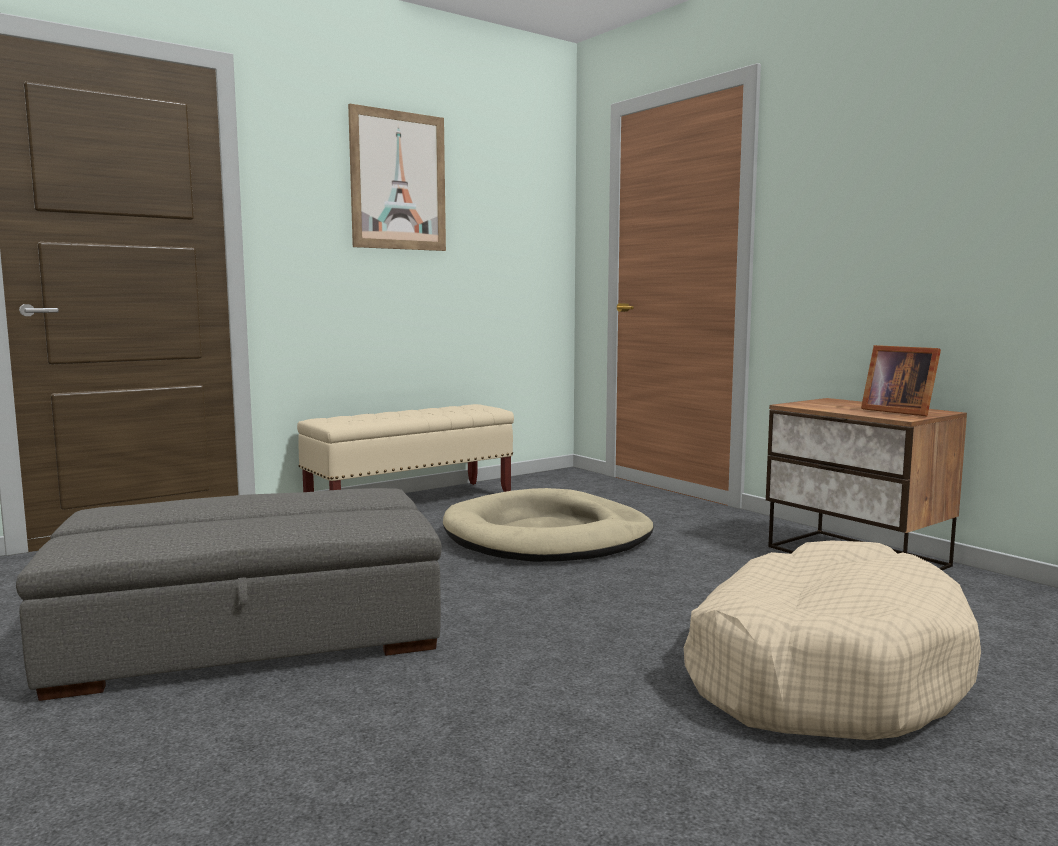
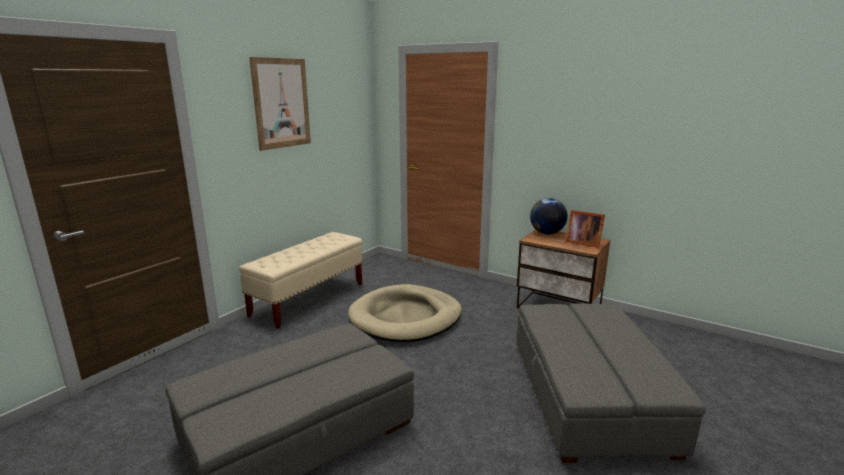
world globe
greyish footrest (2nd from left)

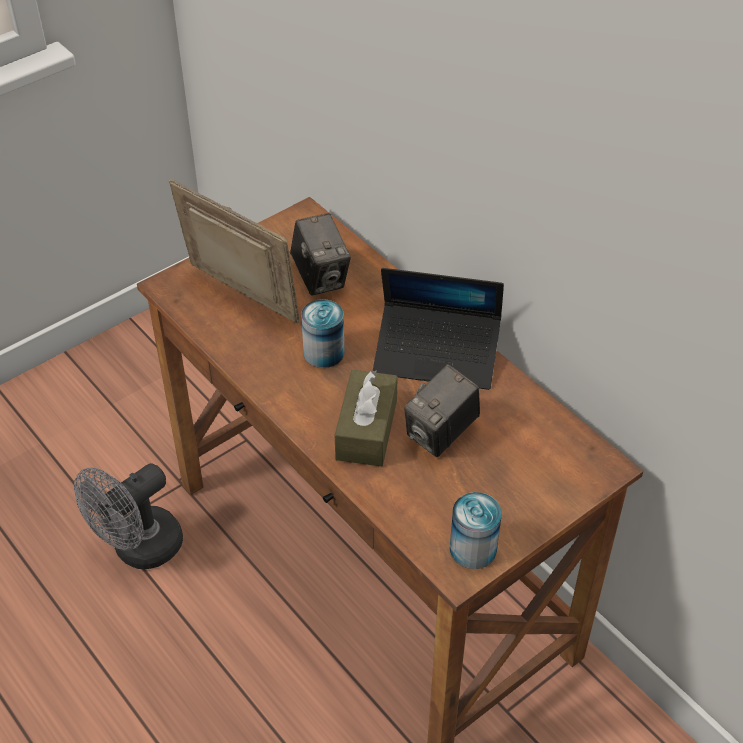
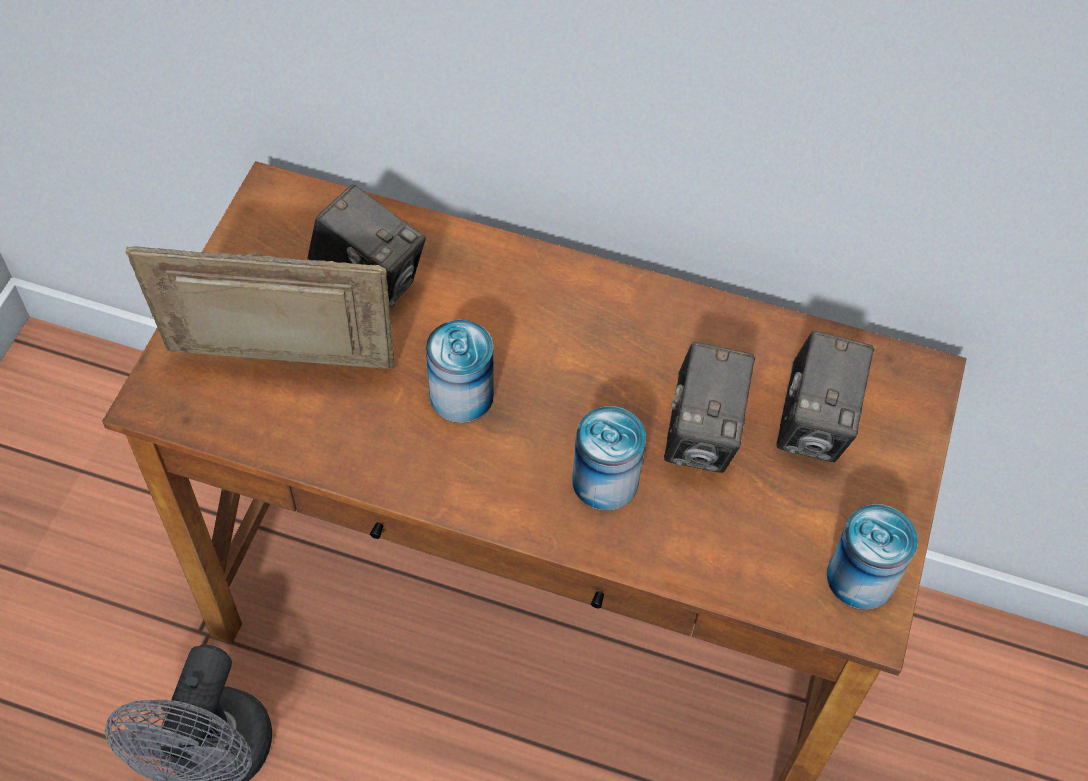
notebook computer
still camera (3rd from left)
can (2nd from left)

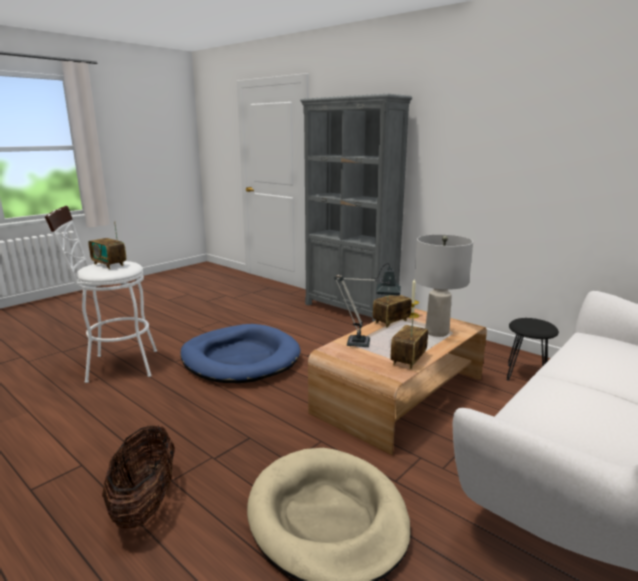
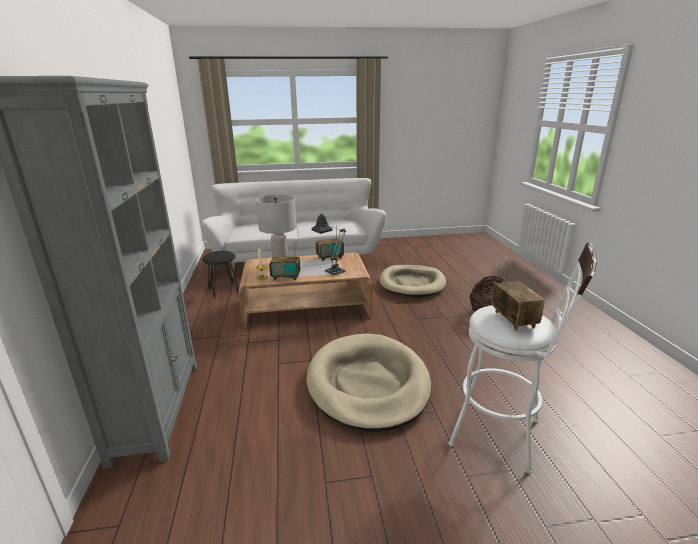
beige pet bed (1st from left)

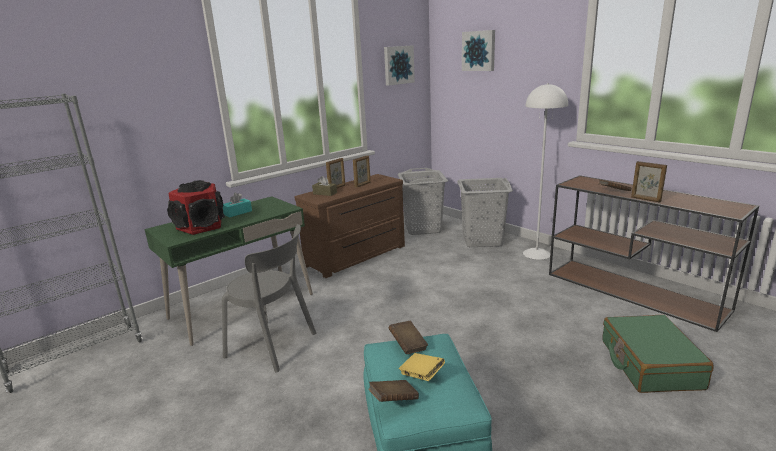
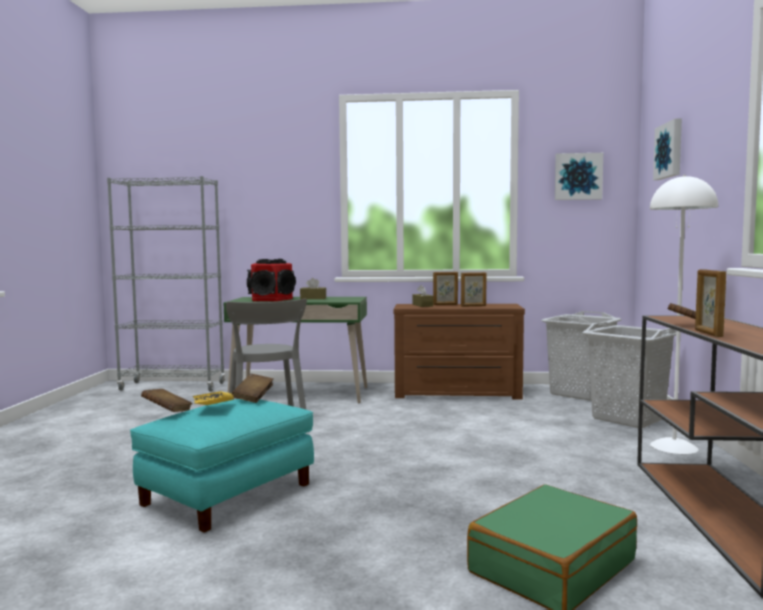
brown tissue box (1st from left)

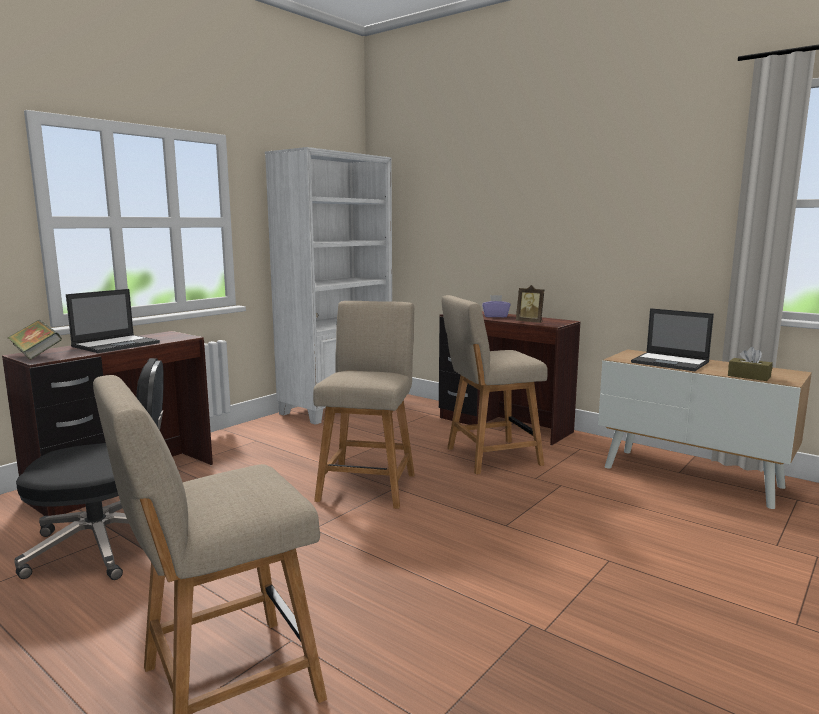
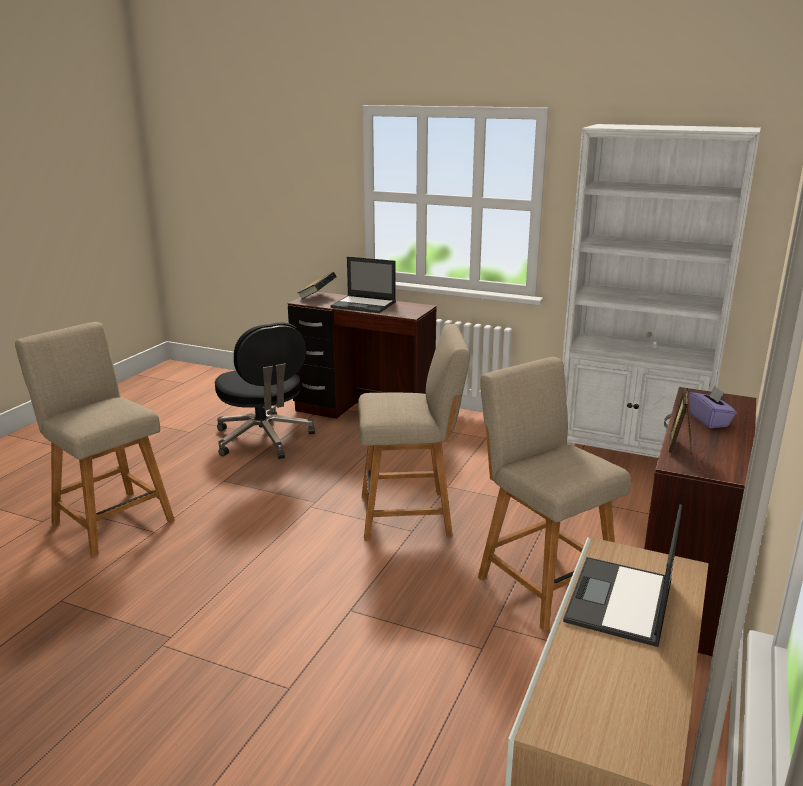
brown tissue box

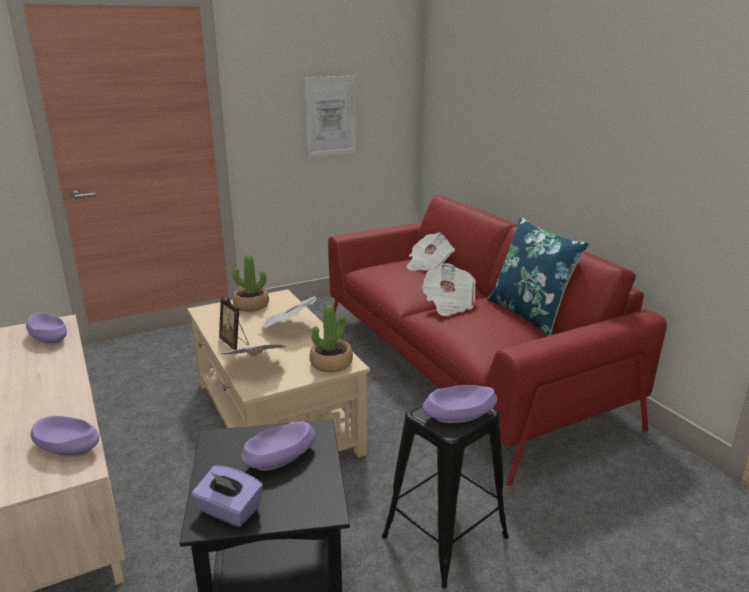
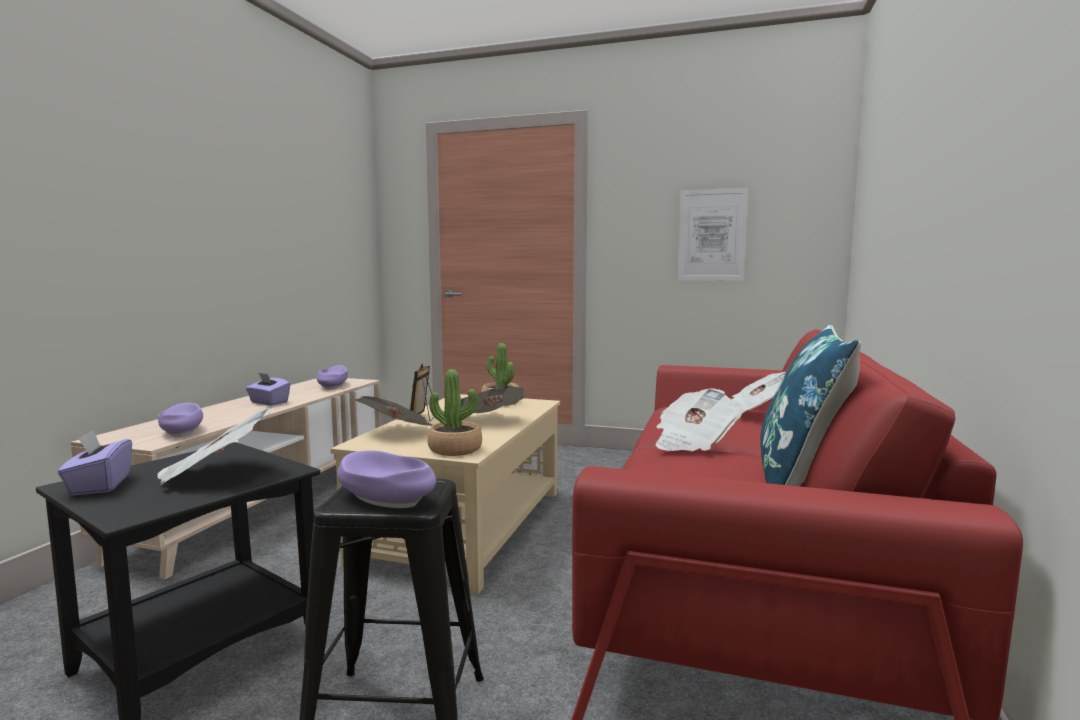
purple tissue box (2nd from left)
daily paper (1st from left)

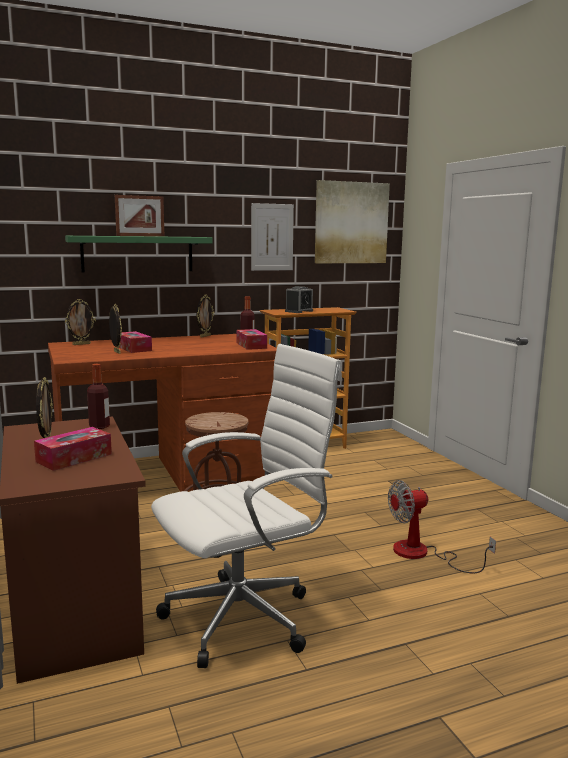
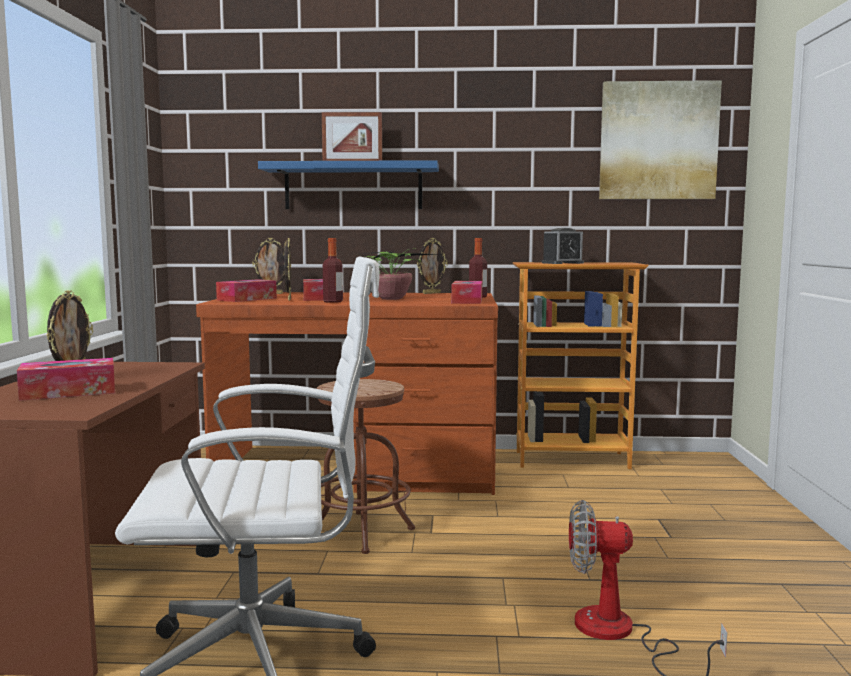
picture (1st from left in the first image)
tissue box (2nd from left)
potted plant
beverage bottle (1st from left)
blue shelf

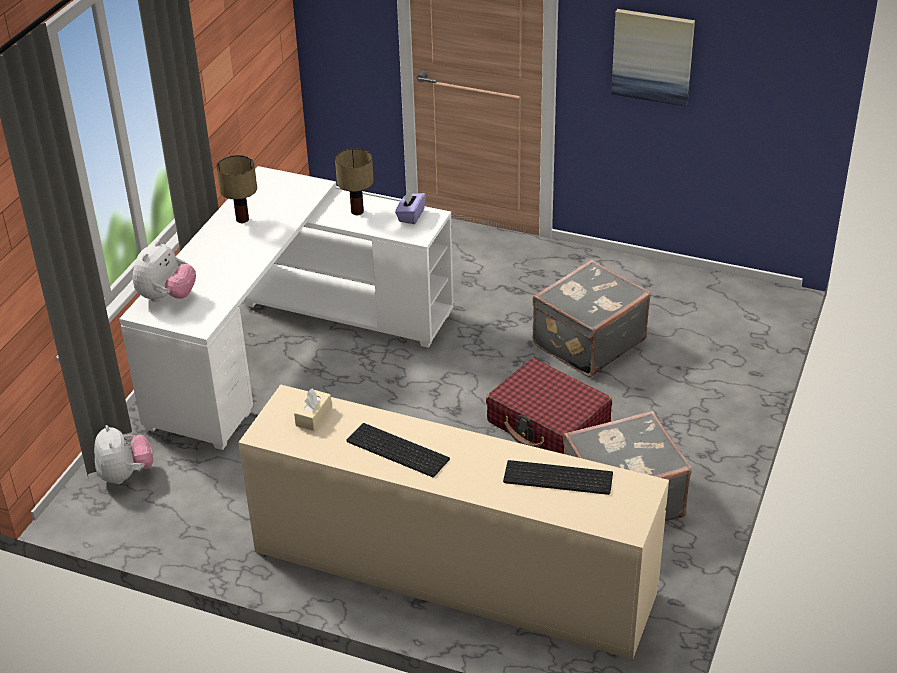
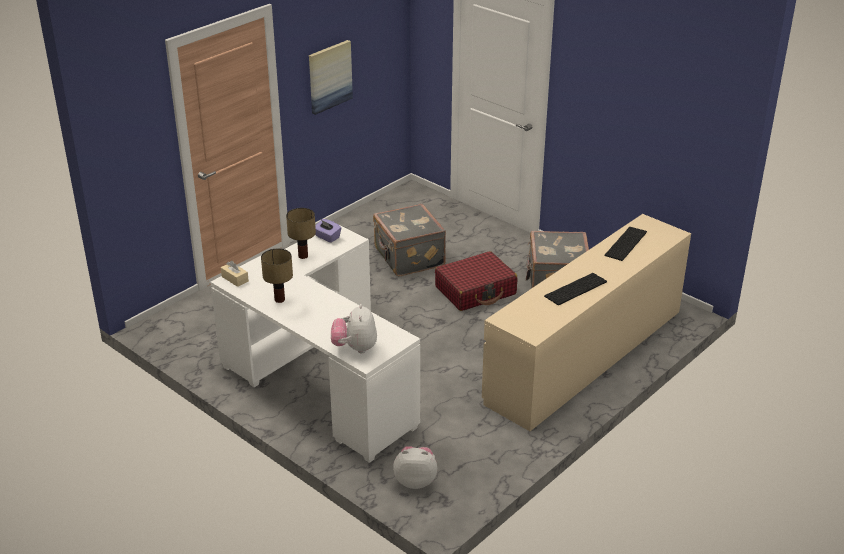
beige tissue box
plush toy (1st from left)

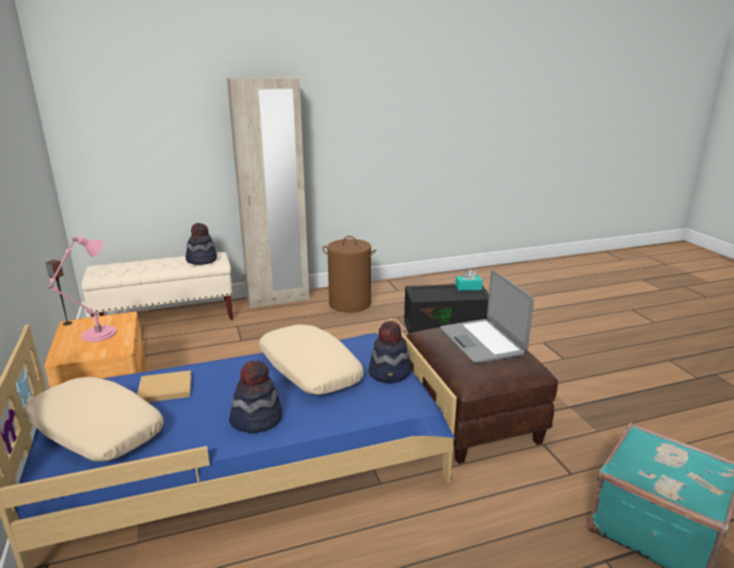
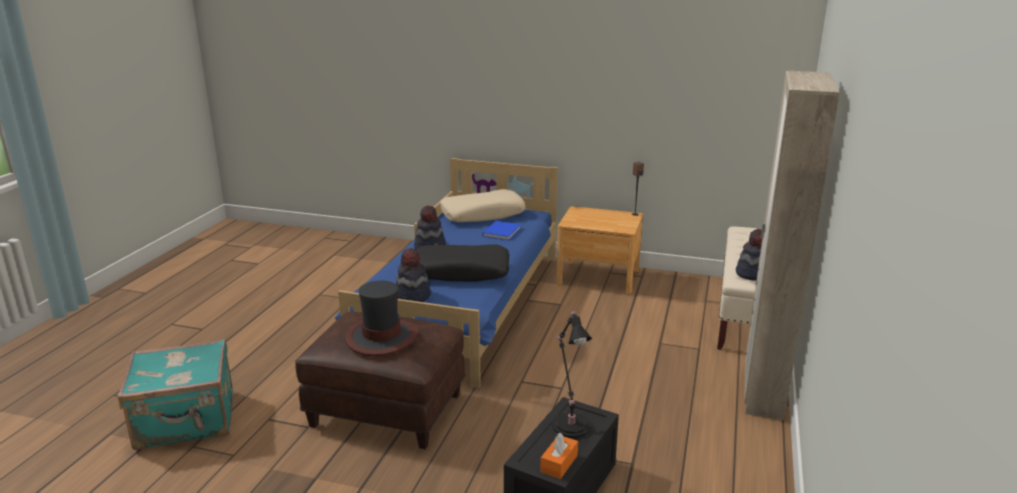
pinkish table lamp
brown washing basket
blackish table lamp
clothing hat (1st from left)
blue volume
blackish throw pillow
orange-coloured tissue box

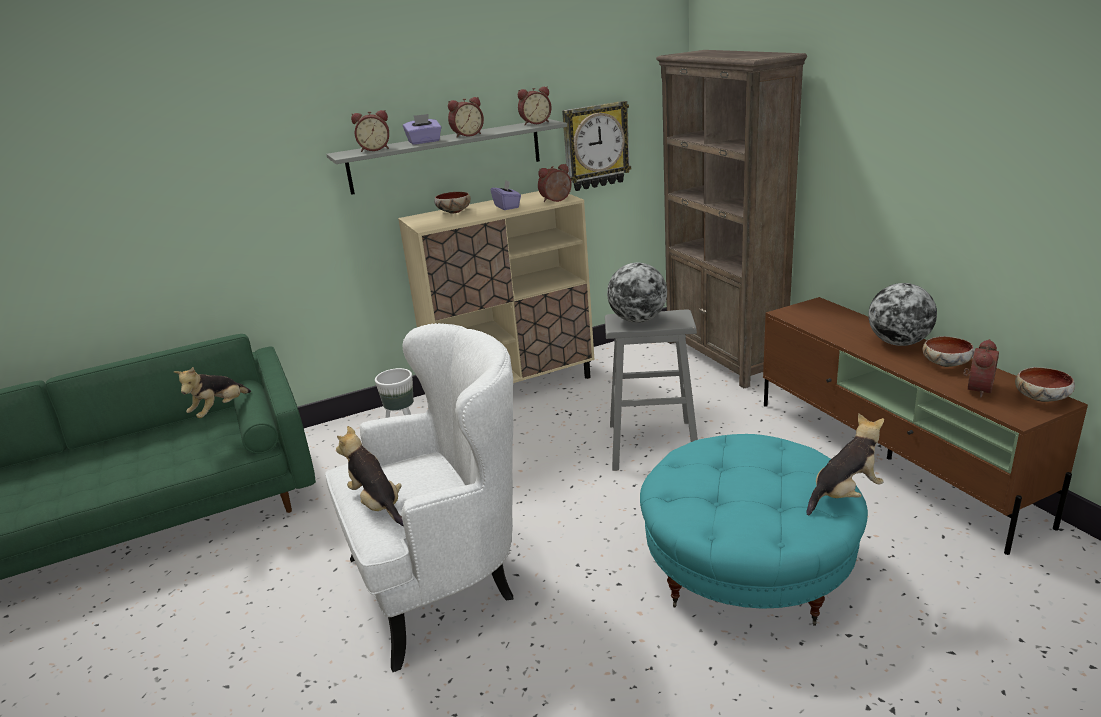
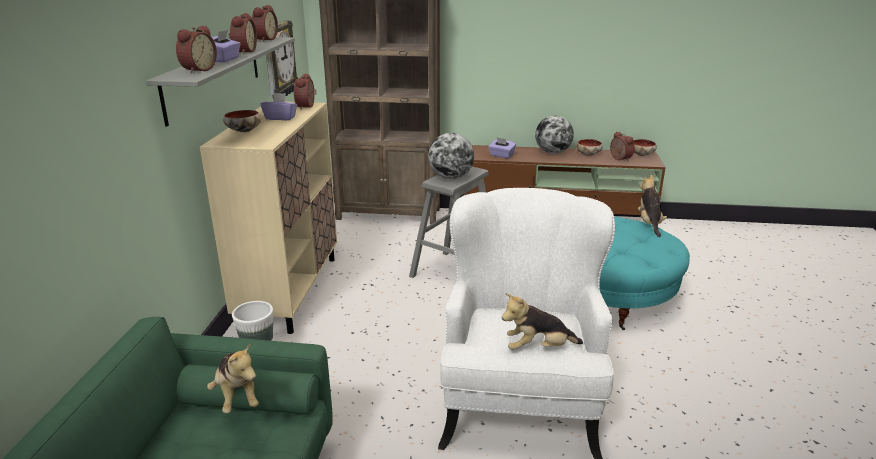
purple tissue box (3rd from left)

